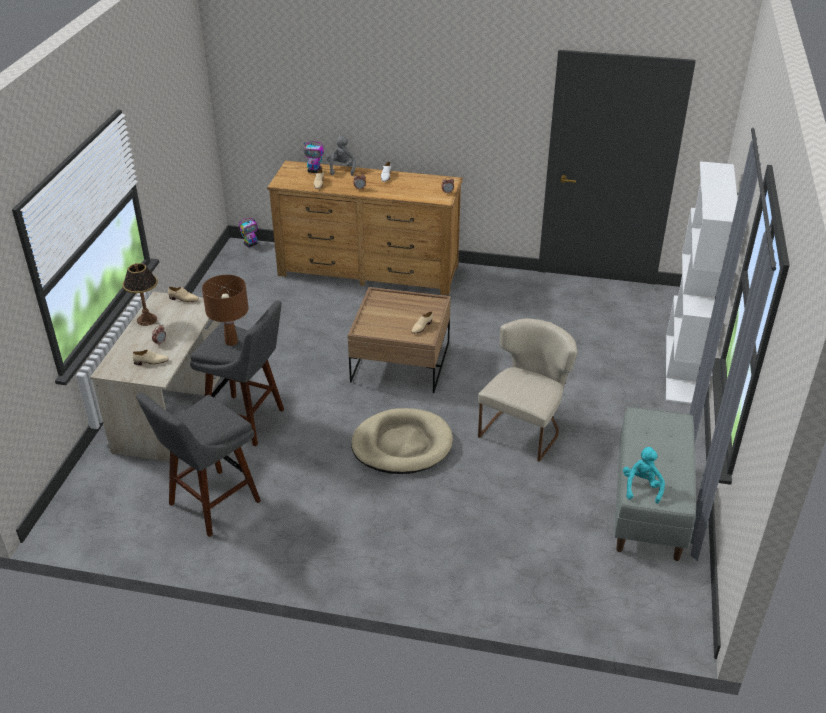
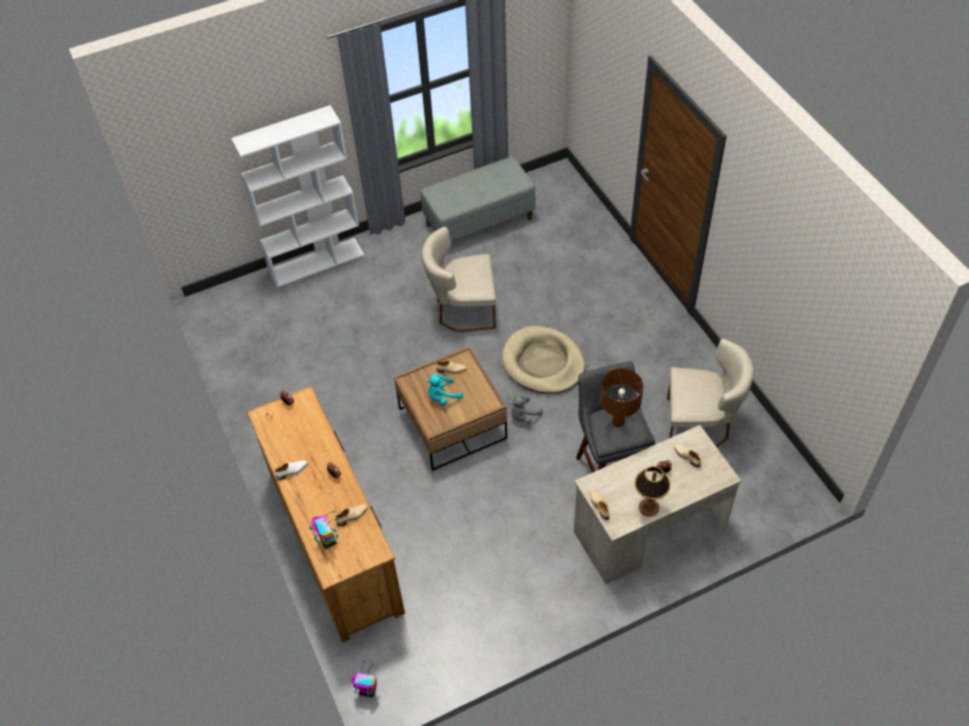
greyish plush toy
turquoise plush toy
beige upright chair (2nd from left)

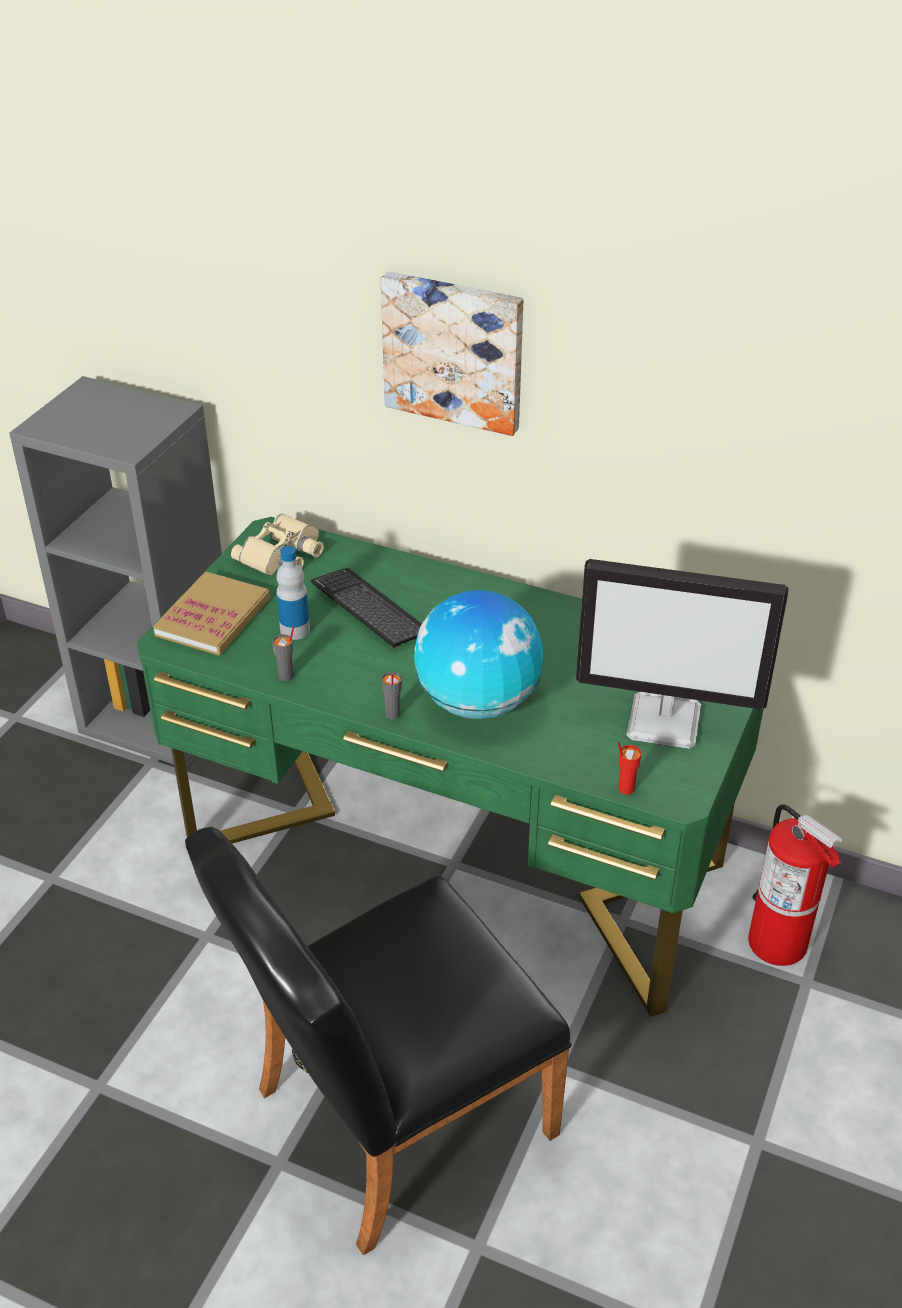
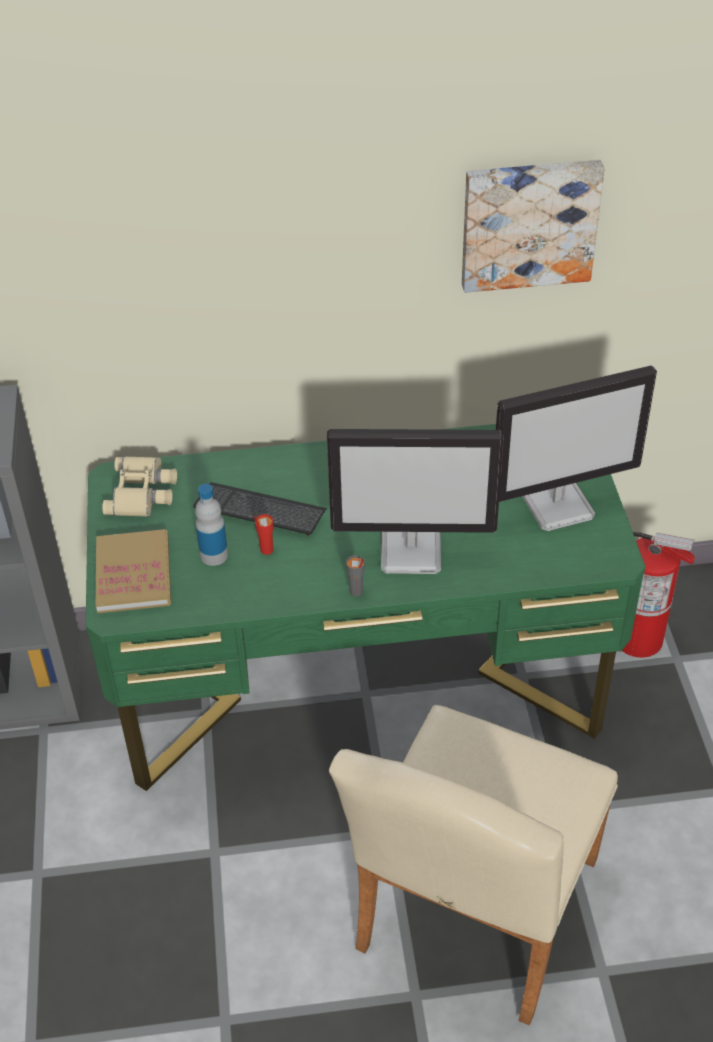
greyish cup (1st from left in the first image)
picture
red-coloured cup
computer display (1st from left)
beige upright chair

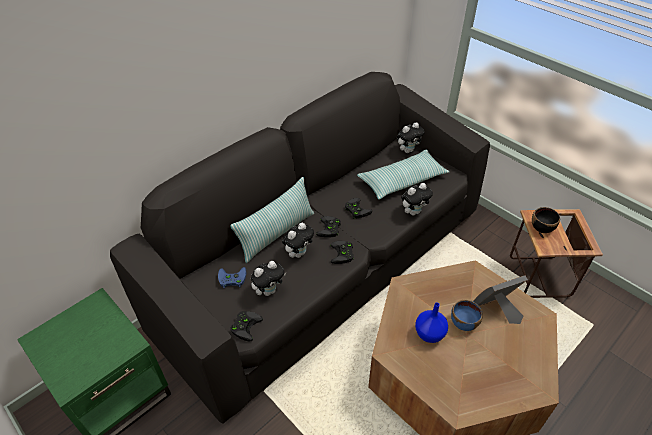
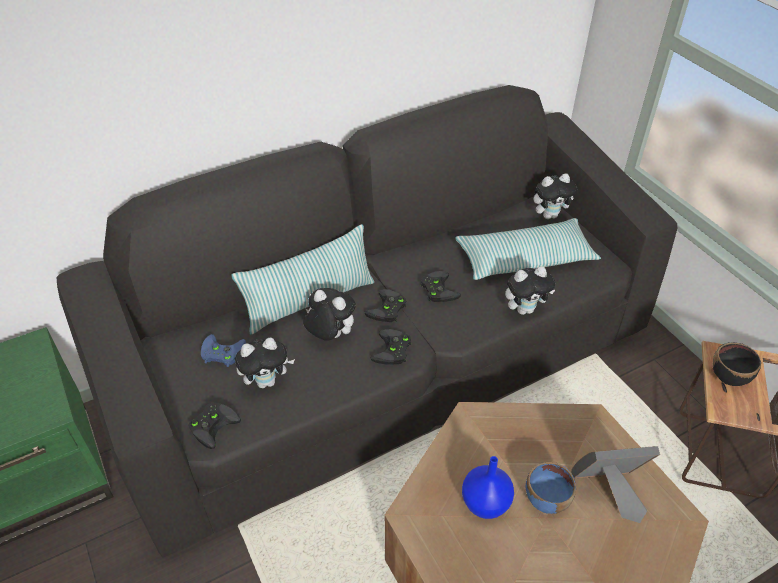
plush toy (2nd from left)

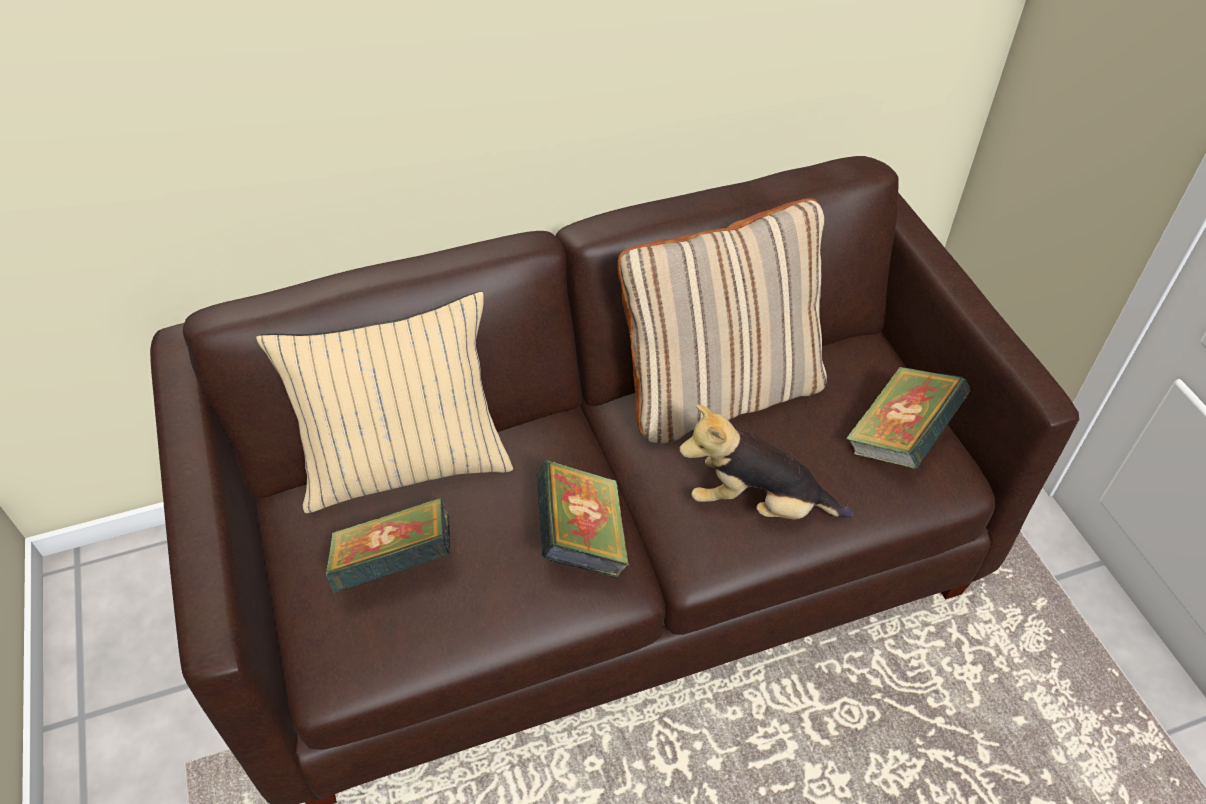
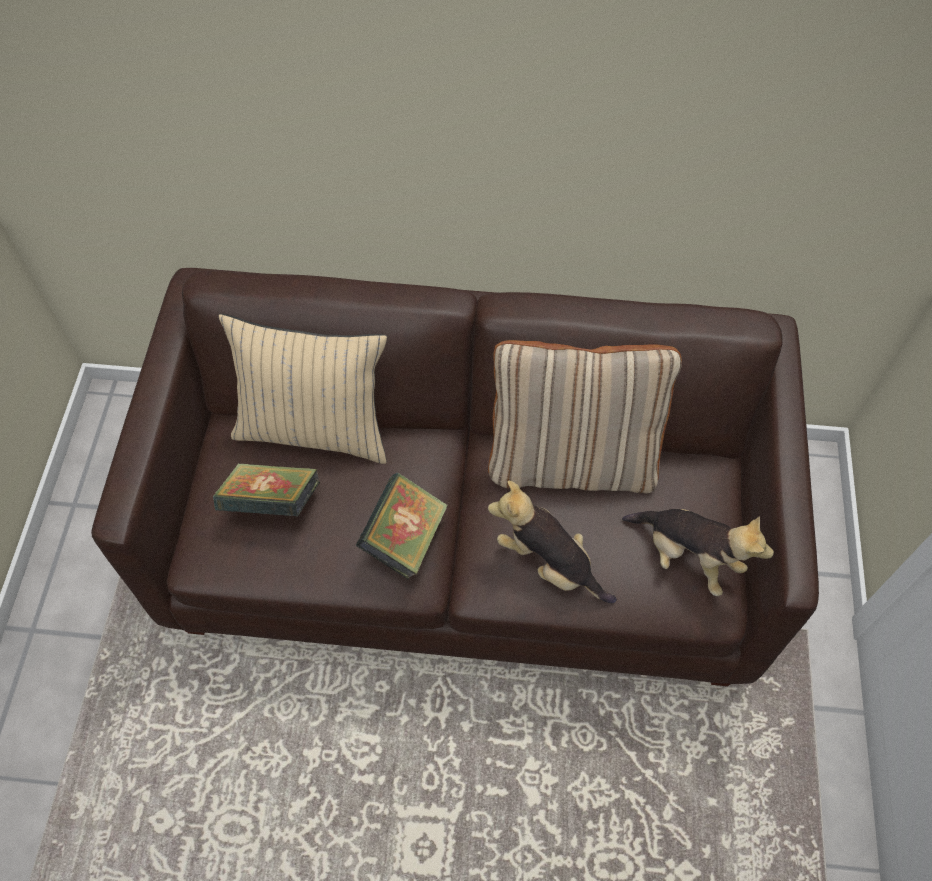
plush toy (2nd from left)

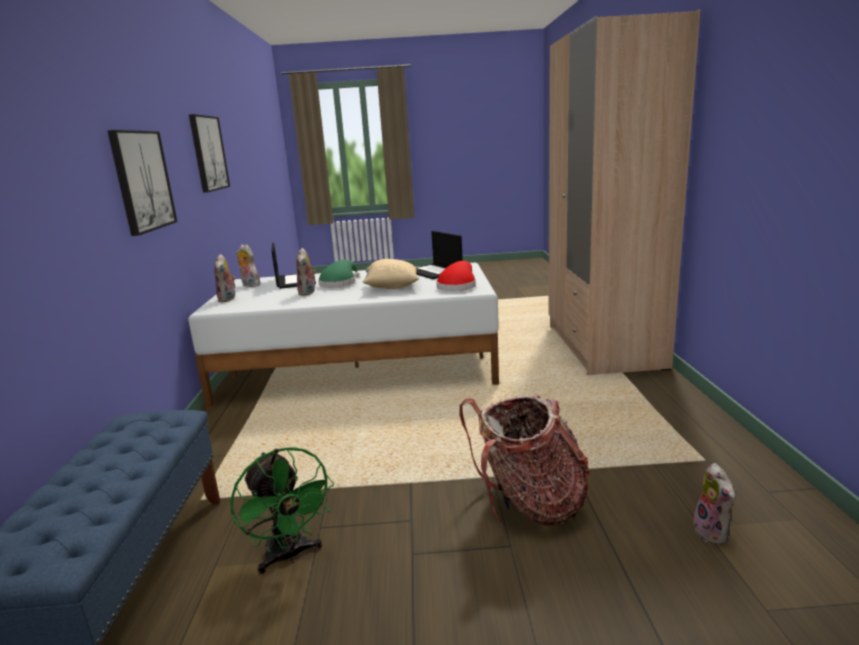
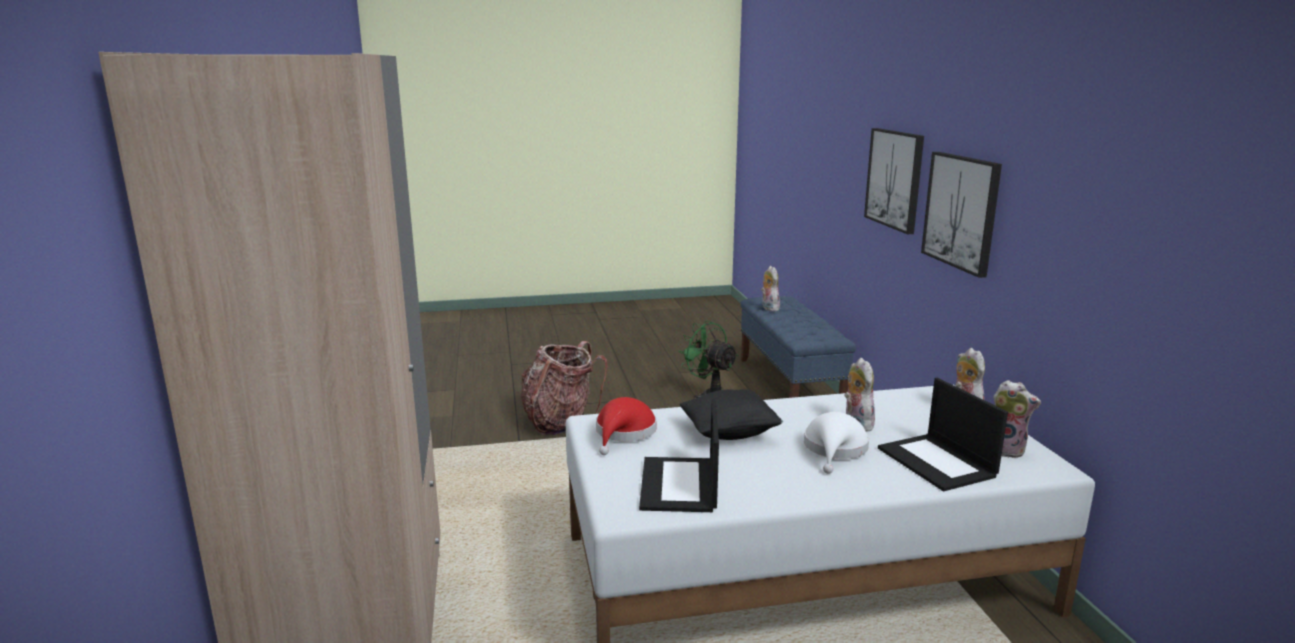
picture (1st from left)
plush toy (1st from left)
whitish clothing hat
blackish throw pillow
notebook computer (1st from left)

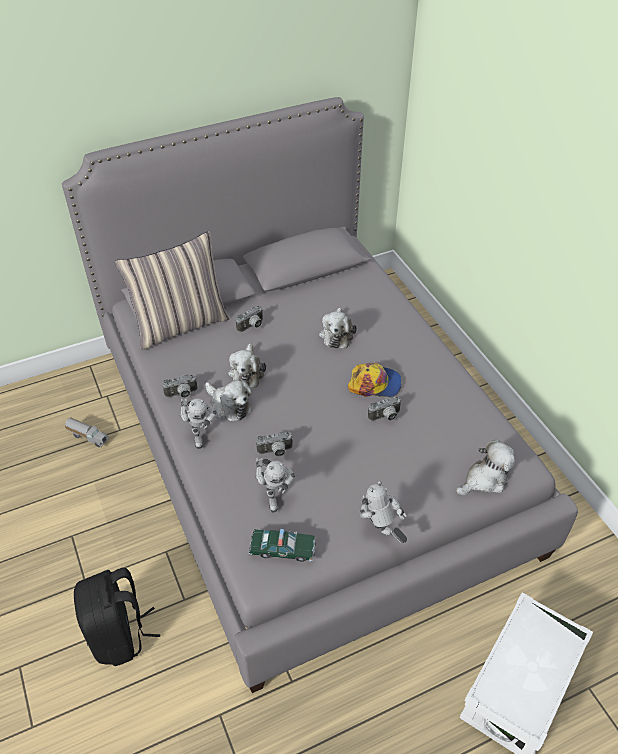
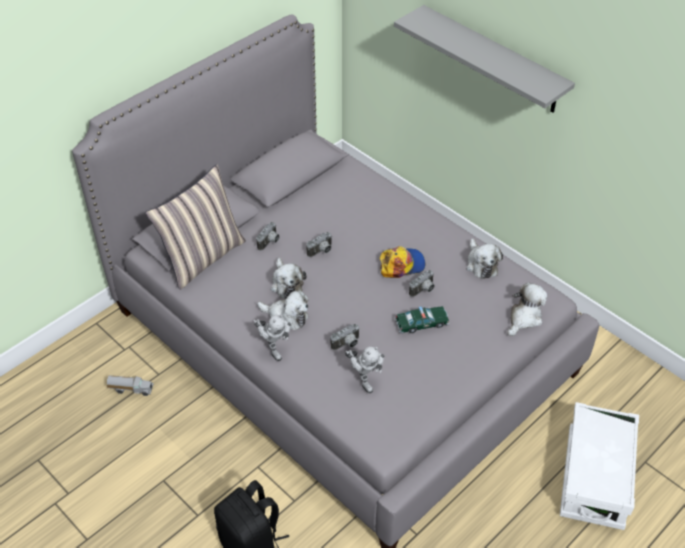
robot figure (3rd from left in the first image)
greyish shelf
still camera (2nd from left)
miniature car
plush toy (3rd from left)

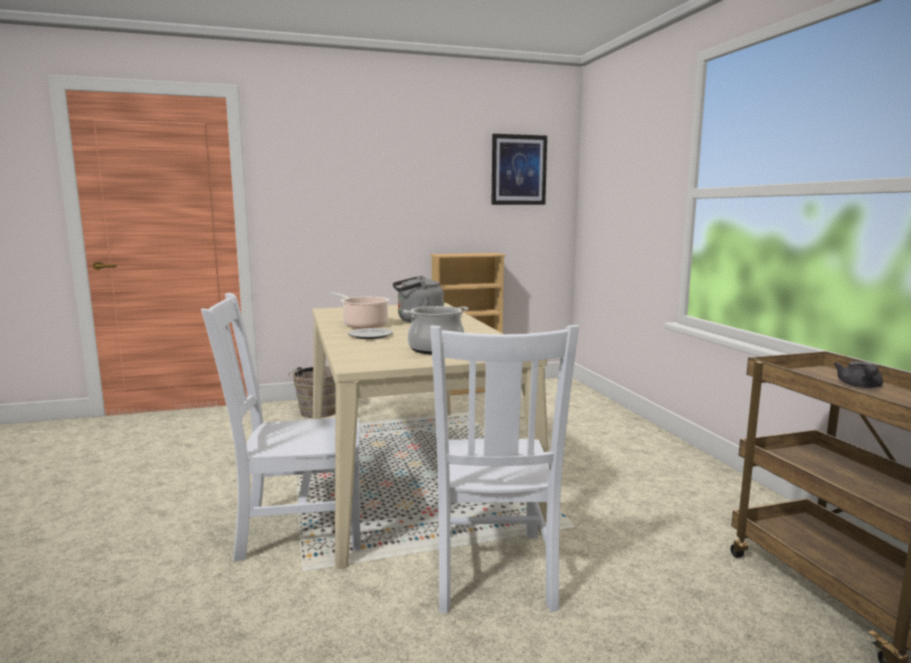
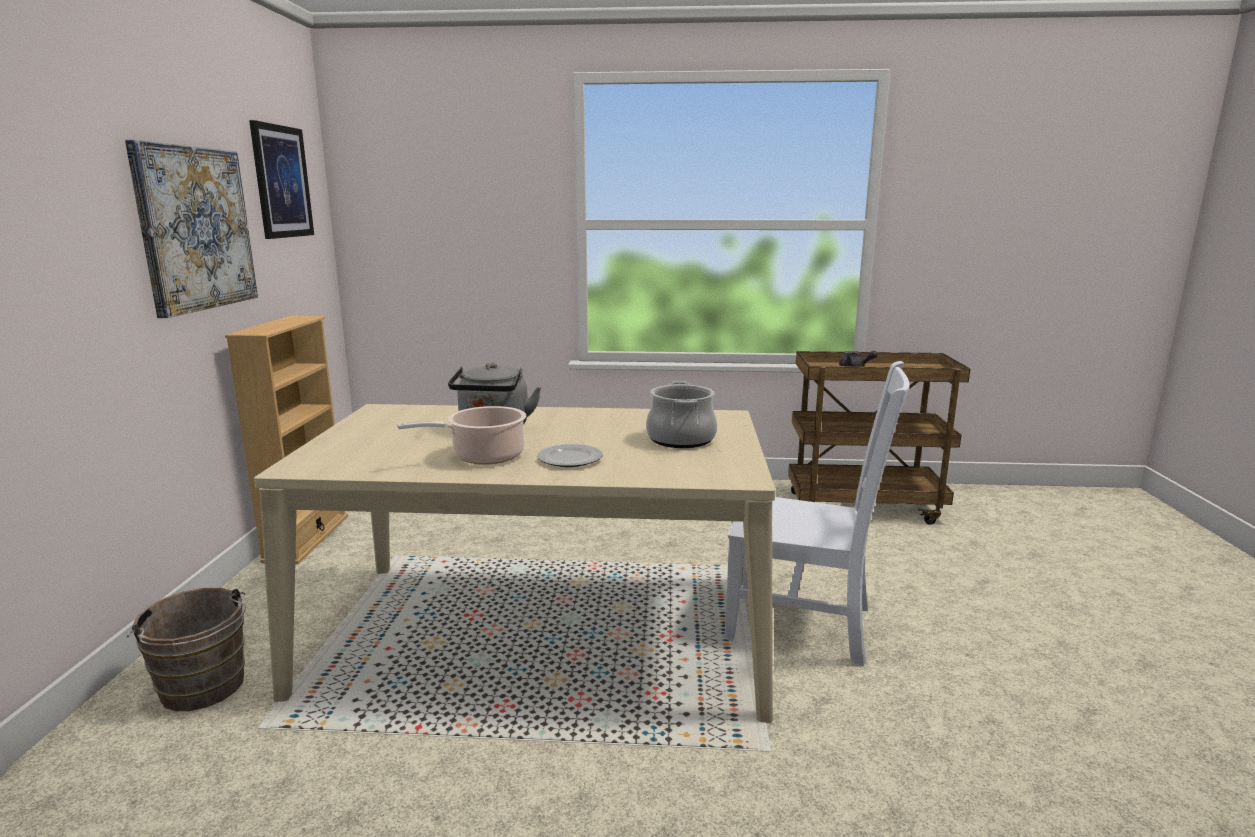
whitish upright chair (1st from left in the first image)
picture (1st from left)

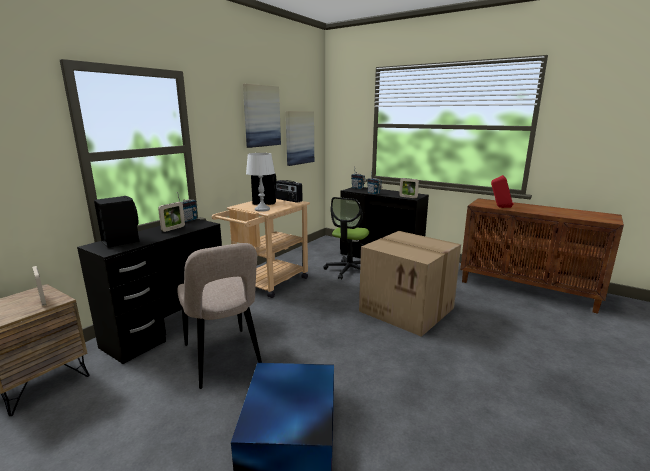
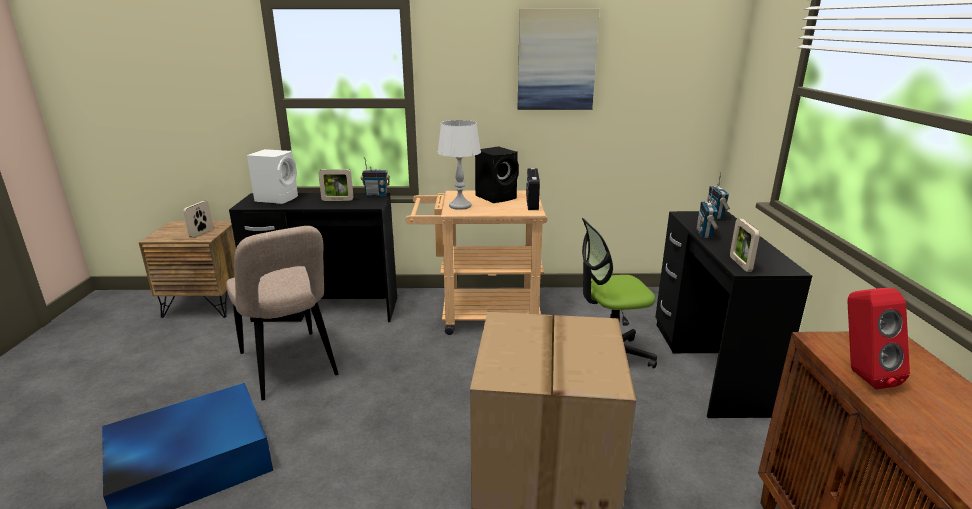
picture (2nd from left in the first image)
whitish speaker
beige upright chair

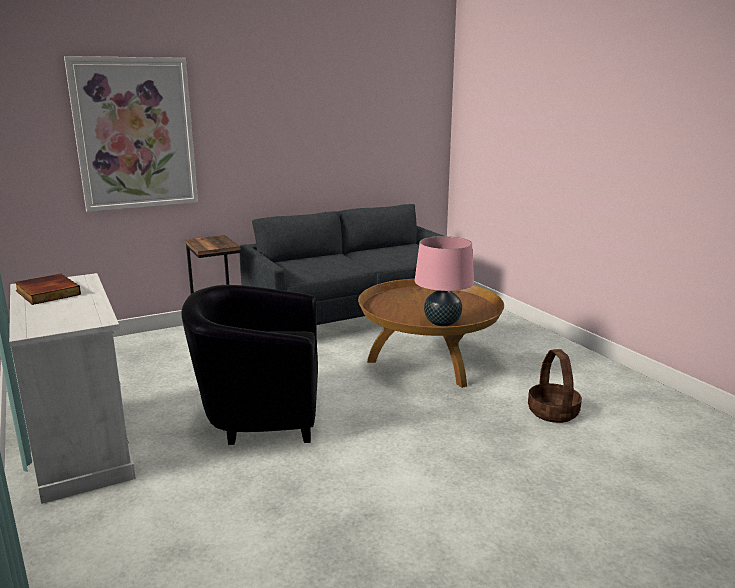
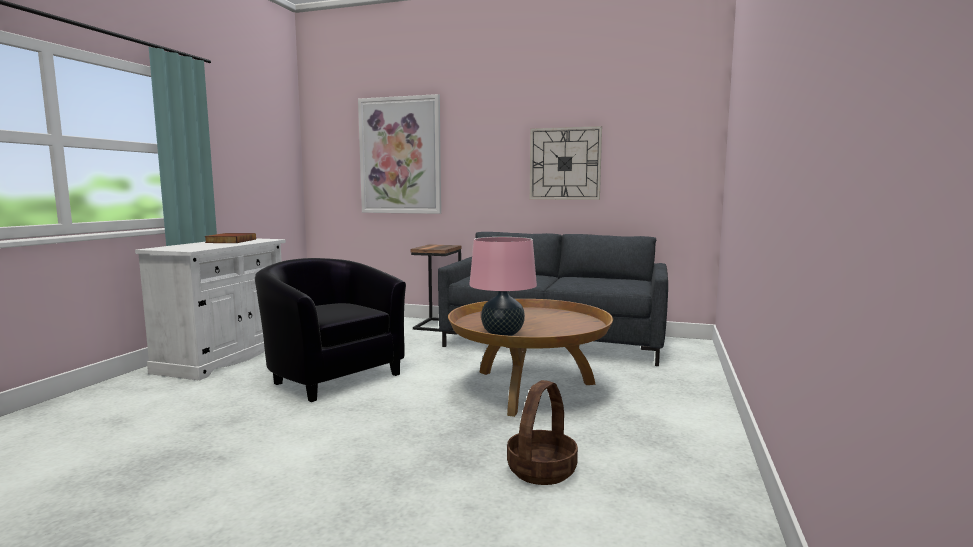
hanging clock

